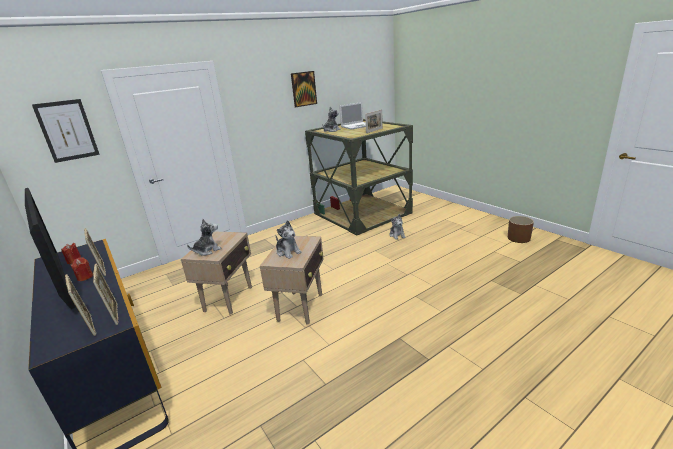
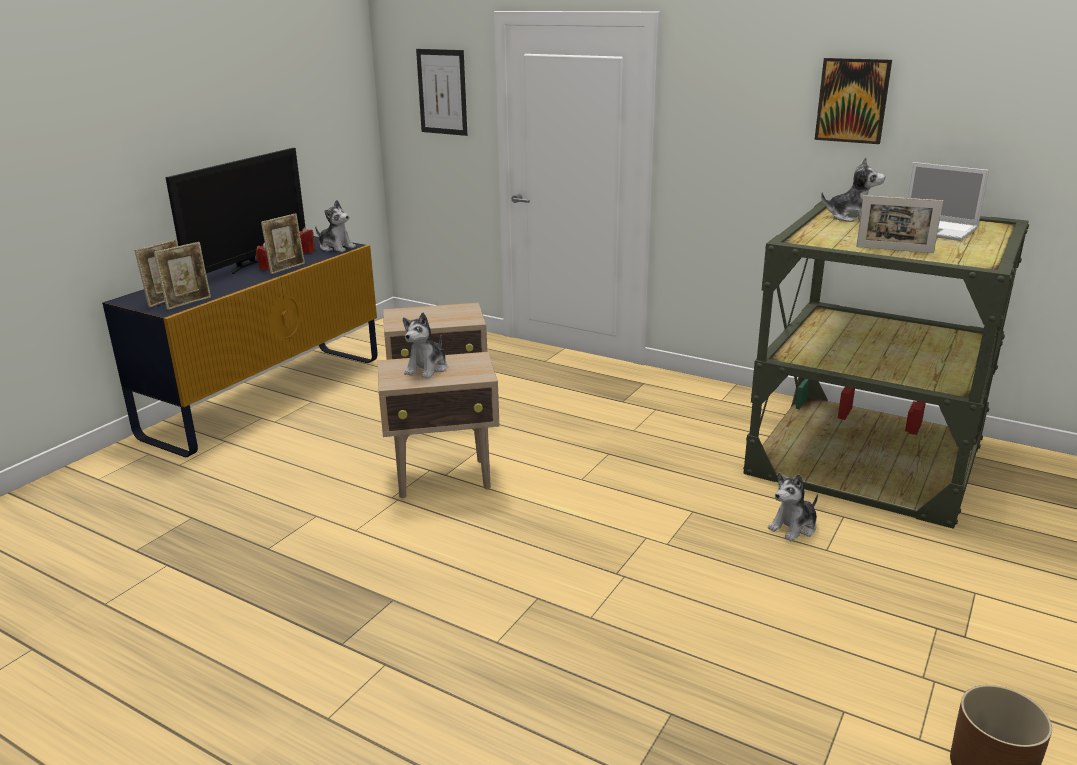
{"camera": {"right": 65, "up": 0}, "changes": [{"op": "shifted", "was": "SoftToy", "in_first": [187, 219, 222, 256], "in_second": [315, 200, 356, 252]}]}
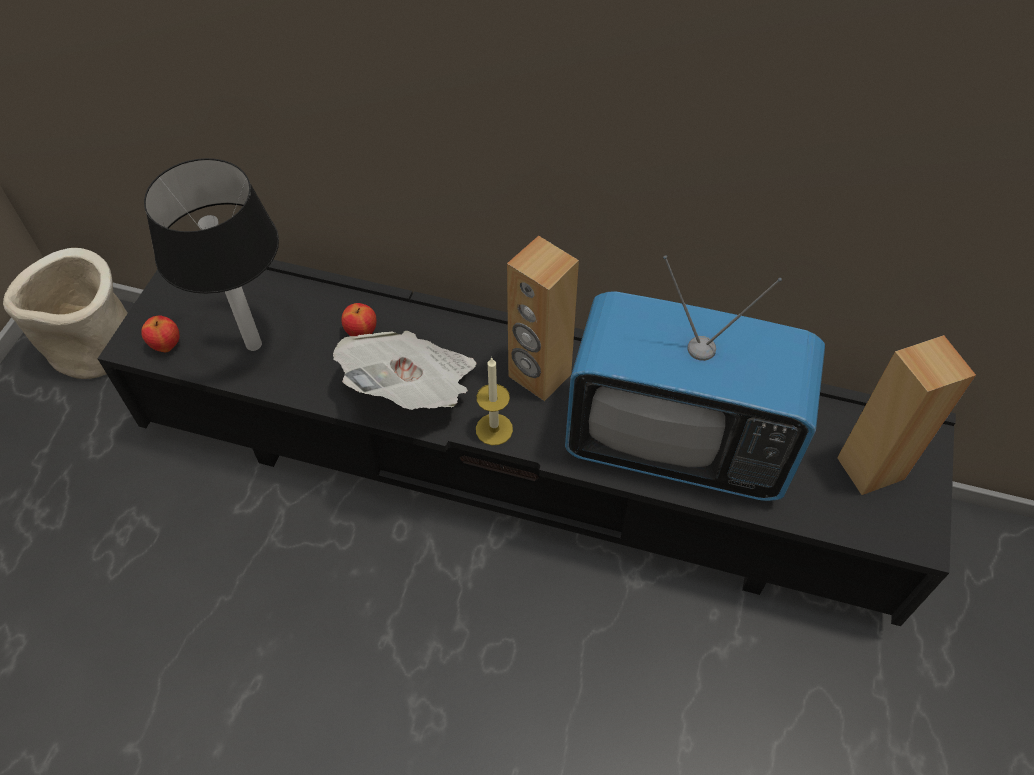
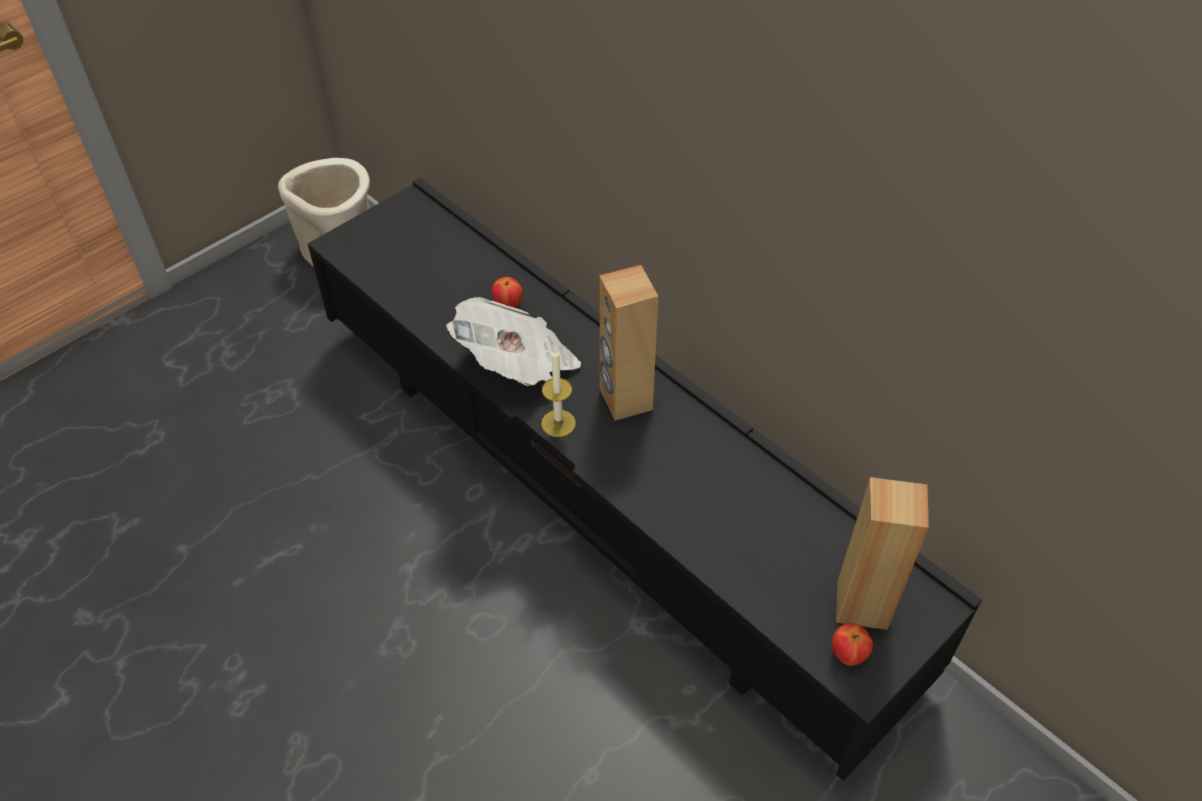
{"camera": {"right": 30, "up": -5}, "changes": [{"op": "shifted", "was": "AppleFruit", "in_first": [141, 315, 179, 352], "in_second": [832, 623, 873, 666]}, {"op": "gone", "was": "LampForATable", "in_first": [144, 158, 279, 351]}, {"op": "gone", "was": "Tv", "in_first": [565, 255, 825, 501]}]}
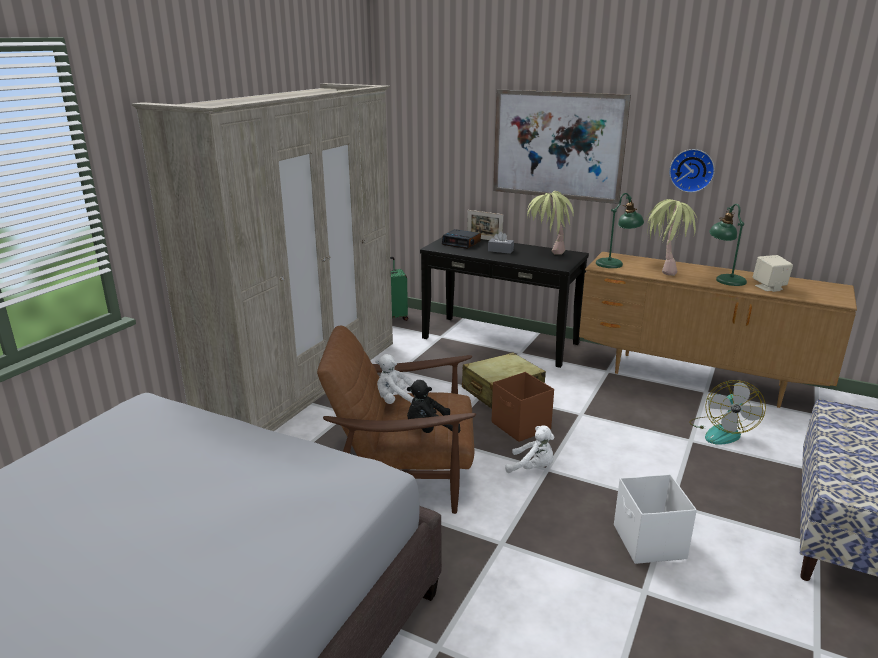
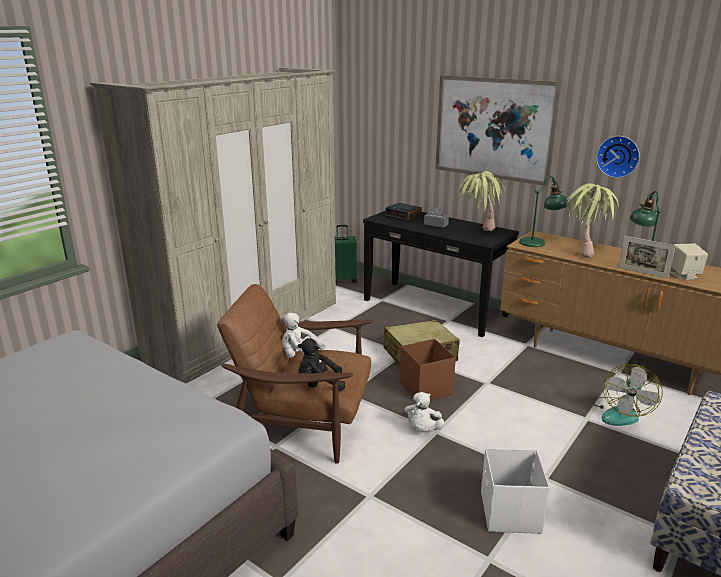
{"camera": {"right": 10, "up": 0}, "changes": [{"op": "shifted", "was": "PhotoFrame", "in_first": [467, 210, 503, 240], "in_second": [618, 236, 676, 279]}, {"op": "rotated", "was": "WhiteSoftToy", "in_first": [505, 426, 554, 473], "in_second": [405, 392, 445, 431], "clockwise": 75}]}
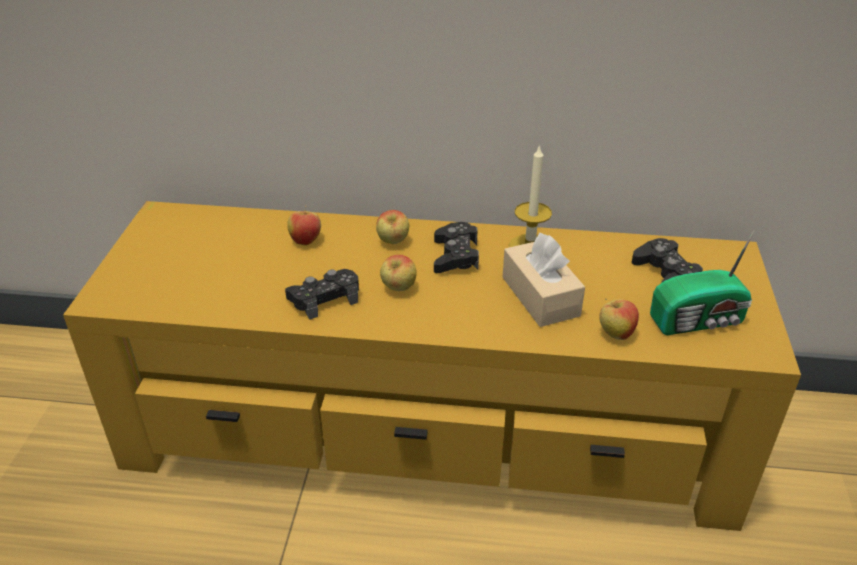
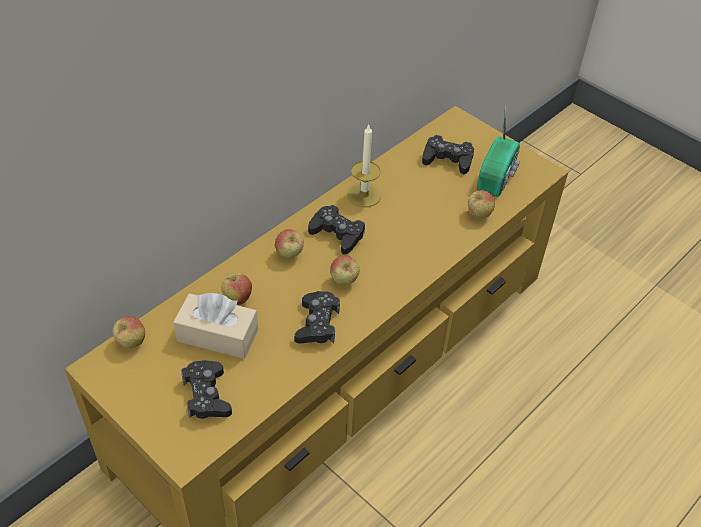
{"camera": {"right": -55, "up": 10}, "changes": [{"op": "shifted", "was": "BeigeTissueHolder", "in_first": [503, 233, 585, 327], "in_second": [173, 293, 258, 359]}, {"op": "new", "now": "AppleFruit", "in_second": [113, 316, 145, 348]}, {"op": "new", "now": "BlackColouredGamepad", "in_second": [181, 360, 232, 419]}]}
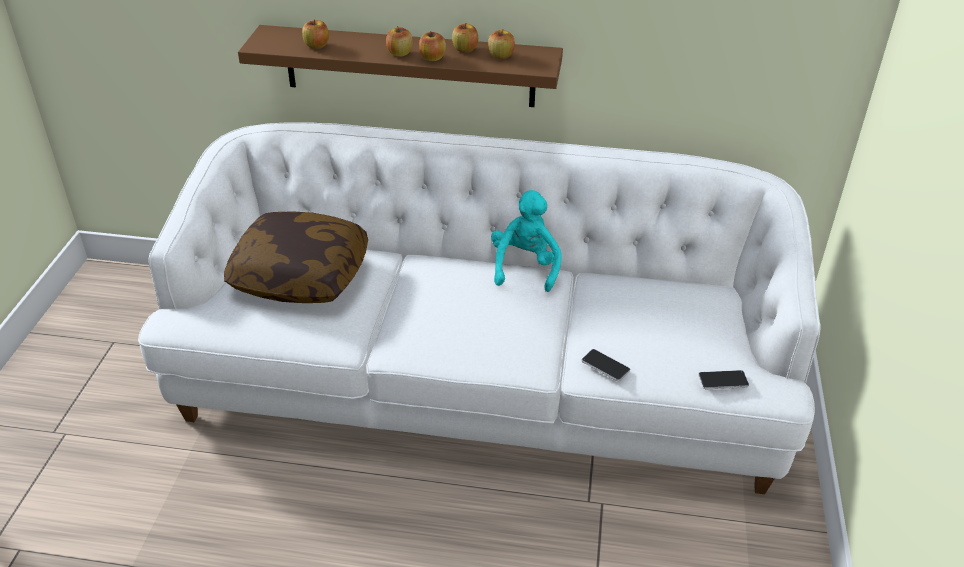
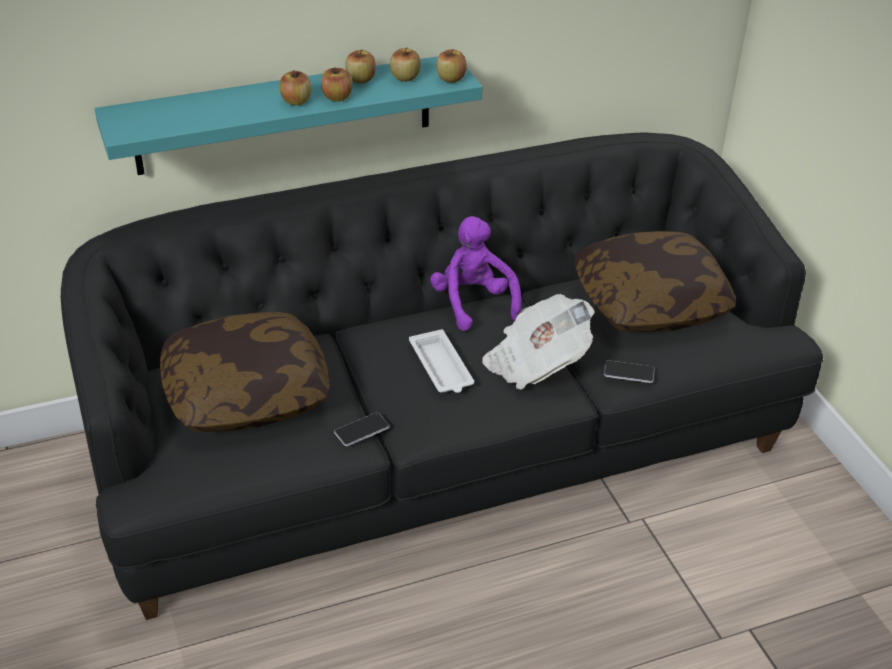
{"camera": {"right": -30, "up": 0}, "changes": [{"op": "repainted", "was": "WhiteCouch", "now": "BlackColouredCouch", "in_first": [138, 122, 820, 494], "in_second": [61, 132, 823, 620]}, {"op": "repainted", "was": "BrownishShelf", "now": "TurquoiseColouredShelf", "in_first": [238, 25, 563, 107], "in_second": [95, 56, 482, 175]}, {"op": "shifted", "was": "AppleFruit", "in_first": [302, 19, 329, 49], "in_second": [436, 49, 467, 83]}, {"op": "repainted", "was": "TurquoiseColouredSoftToy", "now": "PurpleSoftToy", "in_first": [491, 190, 562, 292], "in_second": [430, 216, 521, 331]}, {"op": "shifted", "was": "Handset", "in_first": [698, 370, 749, 389], "in_second": [334, 413, 390, 446]}, {"op": "new", "now": "WhiteTray", "in_second": [409, 329, 474, 393]}, {"op": "new", "now": "Newspaper", "in_second": [483, 294, 595, 390]}, {"op": "new", "now": "ThrowPillow", "in_second": [575, 231, 736, 332]}]}
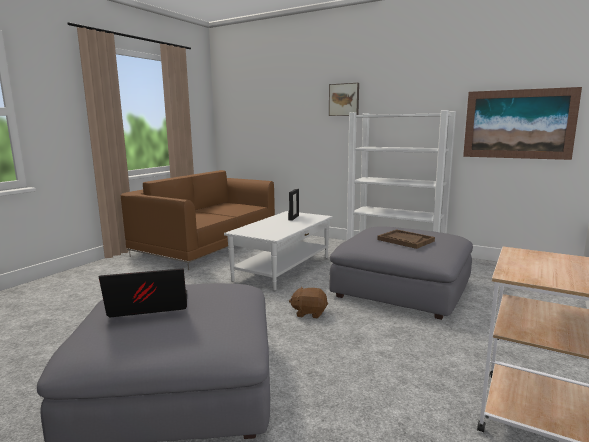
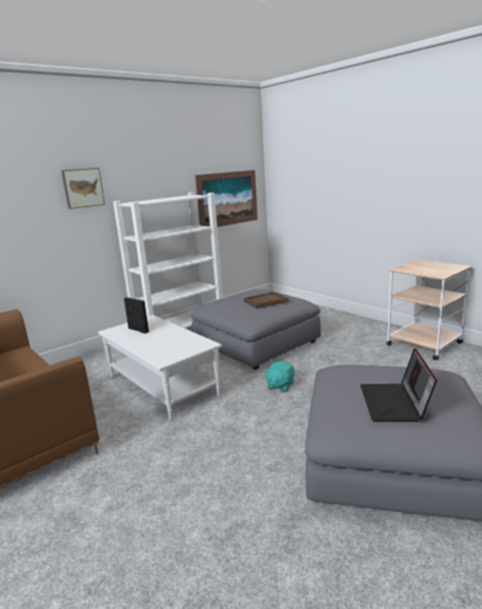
{"camera": {"right": -70, "up": 5}, "changes": [{"op": "repainted", "was": "BrownishSoftToy", "now": "TurquoiseColouredSoftToy", "in_first": [289, 286, 328, 318], "in_second": [263, 361, 295, 392]}]}
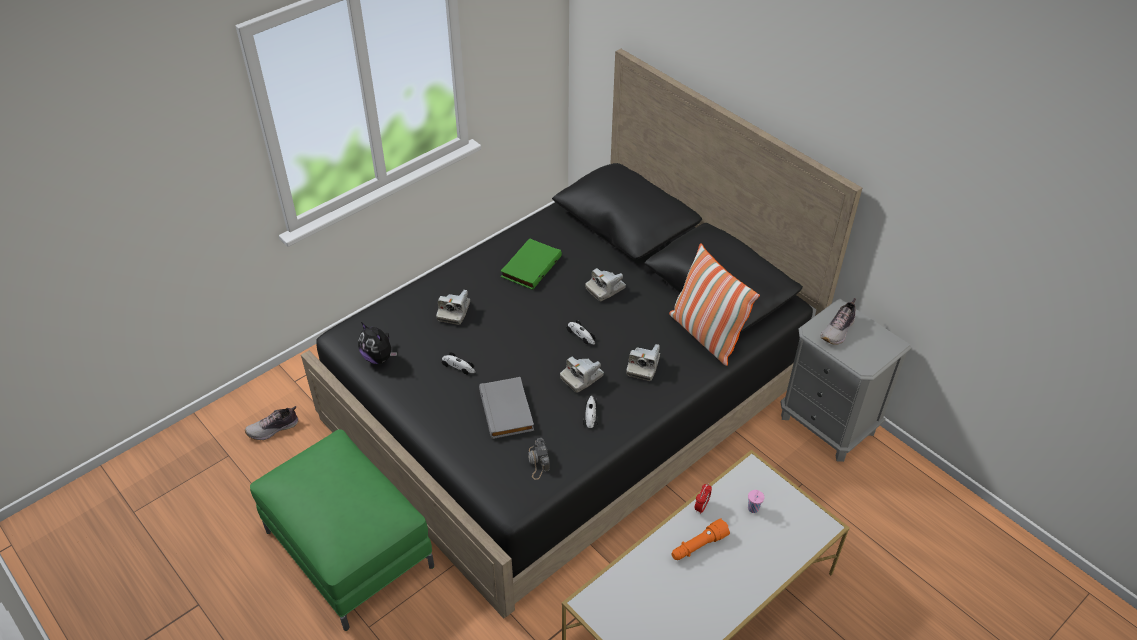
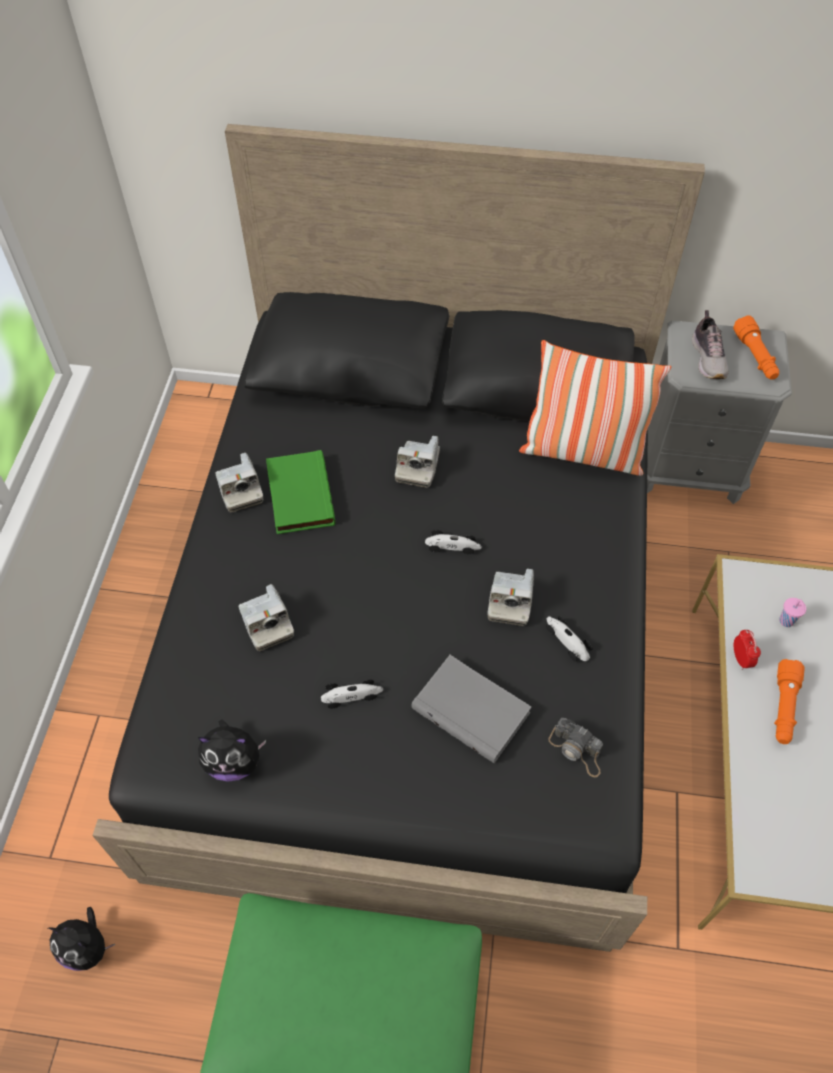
{"camera": {"right": -40, "up": 10}, "changes": [{"op": "swapped", "was": "LowShoe", "now": "SoftToy", "in_first": [245, 406, 298, 440], "in_second": [48, 907, 116, 971]}, {"op": "shifted", "was": "PhotoCamera", "in_first": [626, 344, 660, 381], "in_second": [216, 453, 263, 513]}, {"op": "new", "now": "OrangeFlashlight", "in_second": [733, 315, 779, 380]}]}
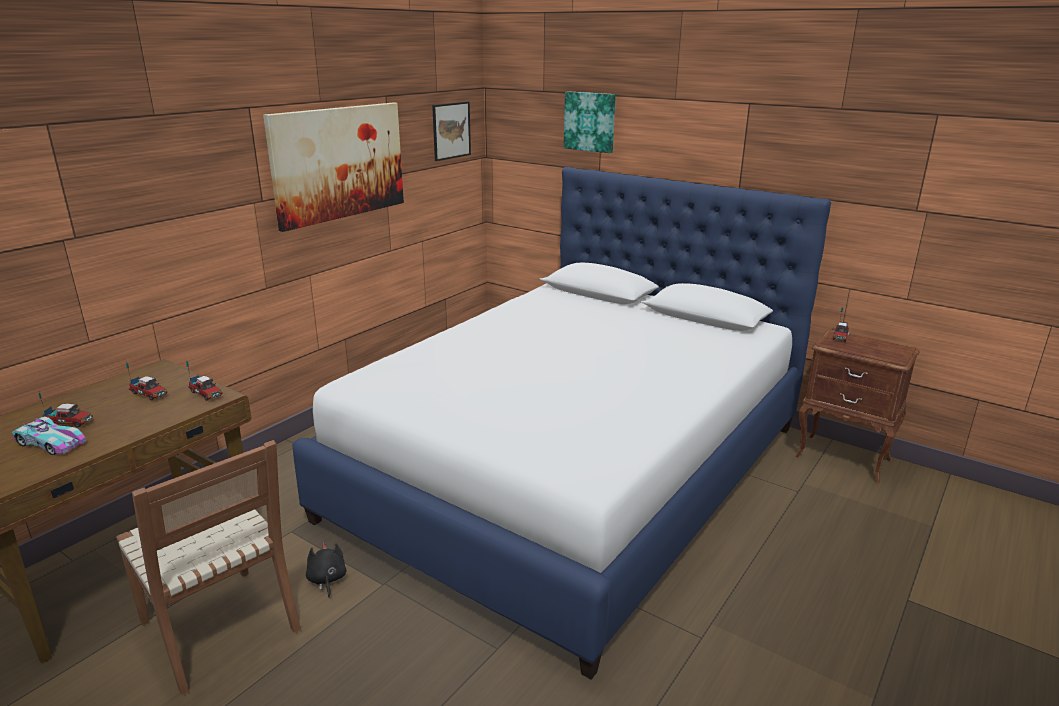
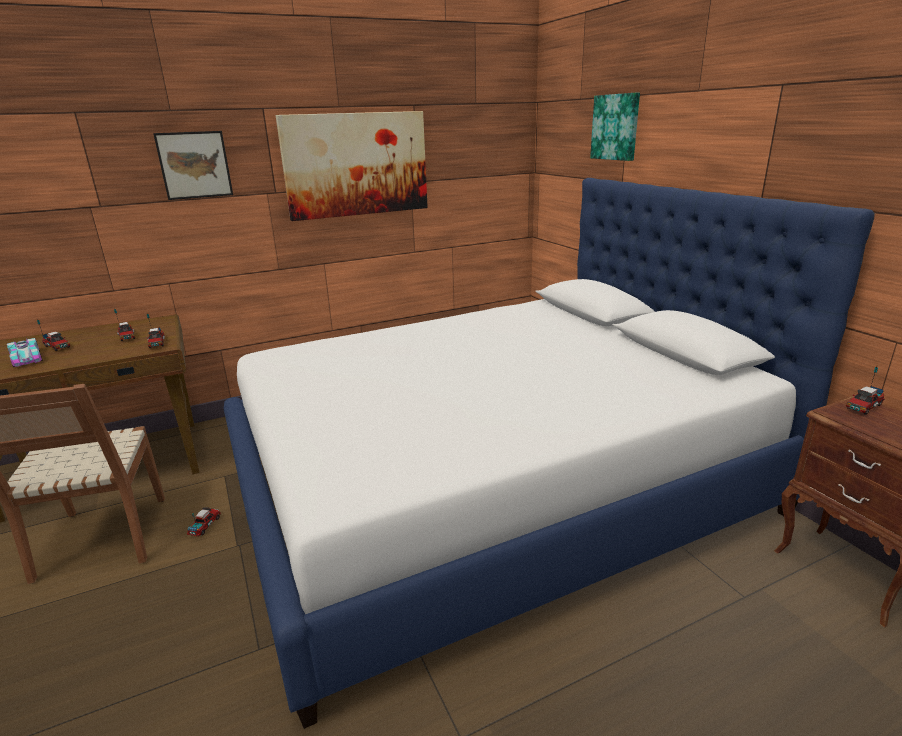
{"camera": {"right": 30, "up": 0}, "changes": [{"op": "swapped", "was": "BlackColouredSoftToy", "now": "ModelTruck", "in_first": [306, 542, 347, 598], "in_second": [187, 507, 221, 537]}, {"op": "shifted", "was": "WallPicture", "in_first": [432, 102, 471, 161], "in_second": [153, 131, 233, 200]}]}
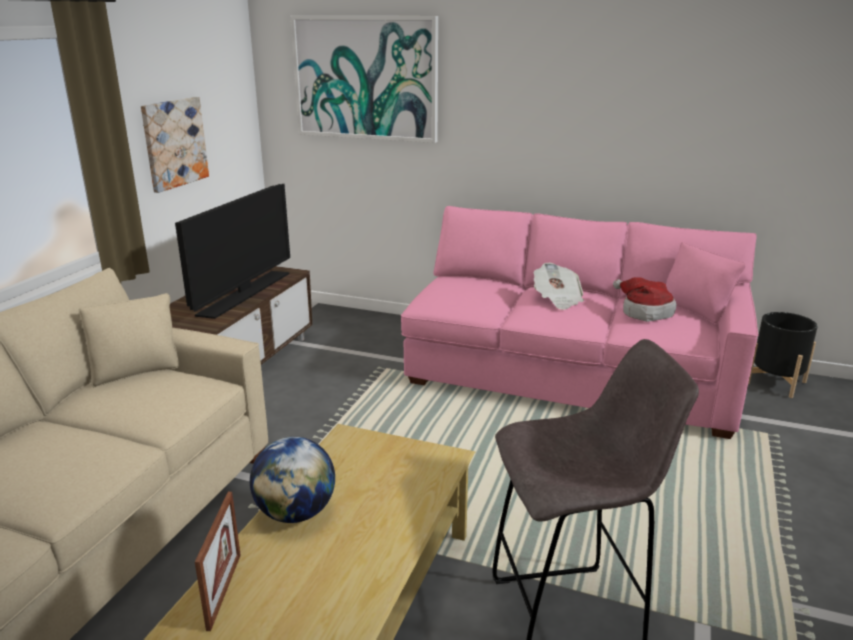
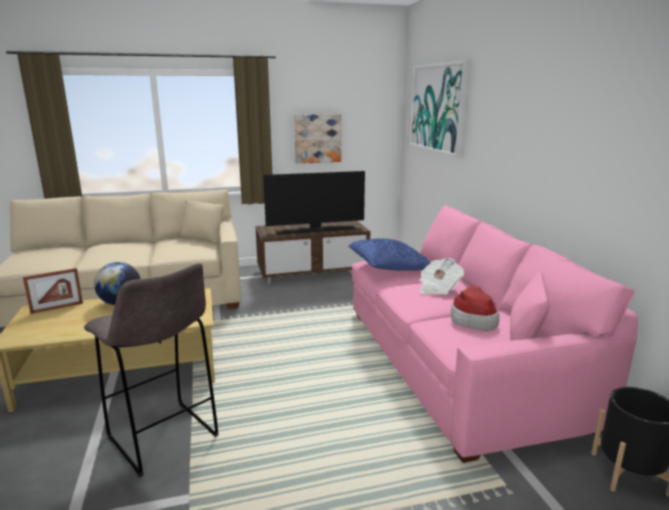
{"camera": {"right": 55, "up": -5}, "changes": [{"op": "new", "now": "BluishThrowPillow", "in_second": [348, 238, 430, 271]}]}
